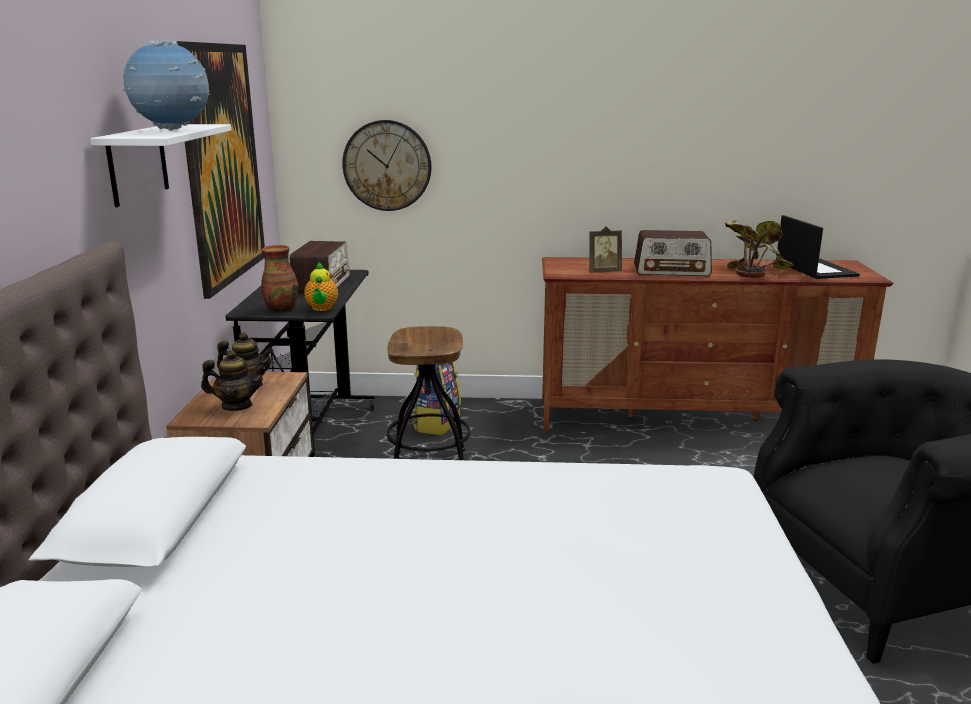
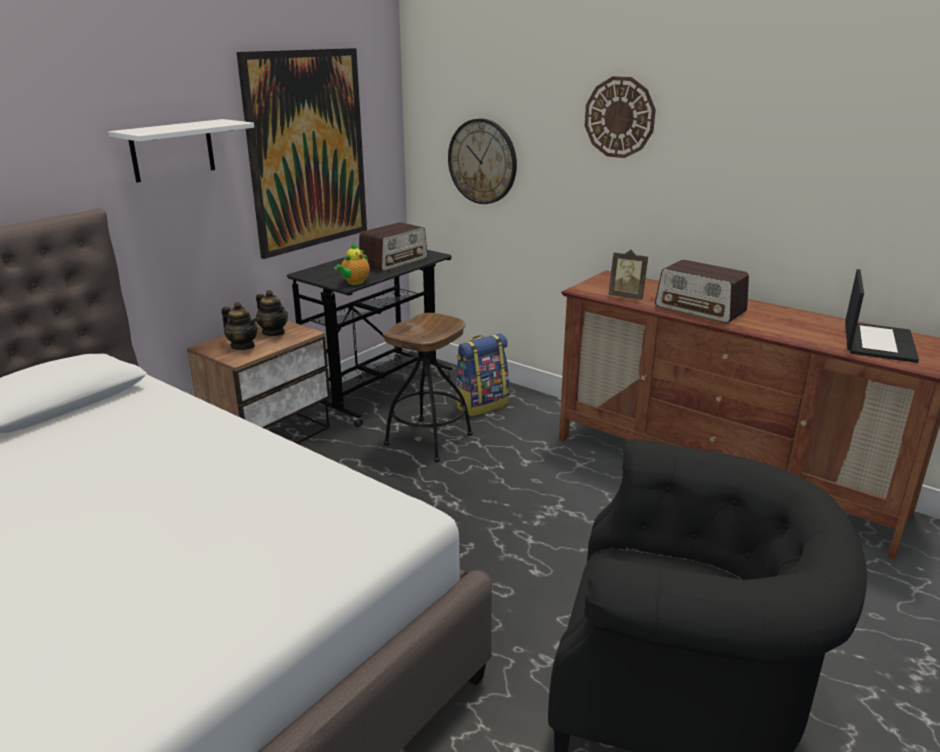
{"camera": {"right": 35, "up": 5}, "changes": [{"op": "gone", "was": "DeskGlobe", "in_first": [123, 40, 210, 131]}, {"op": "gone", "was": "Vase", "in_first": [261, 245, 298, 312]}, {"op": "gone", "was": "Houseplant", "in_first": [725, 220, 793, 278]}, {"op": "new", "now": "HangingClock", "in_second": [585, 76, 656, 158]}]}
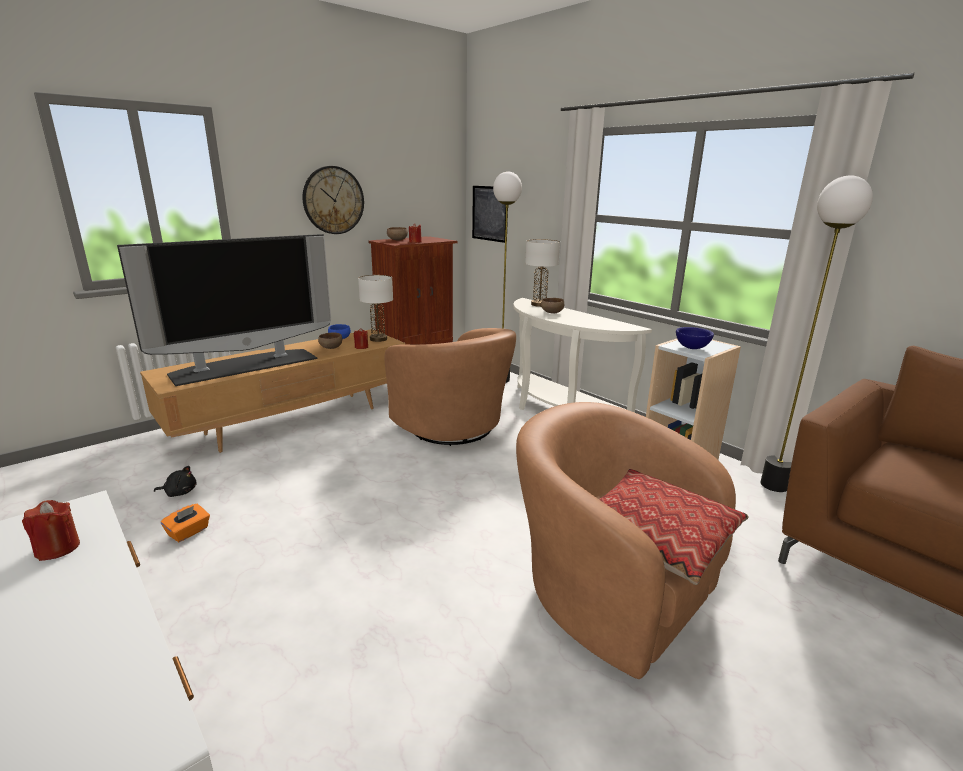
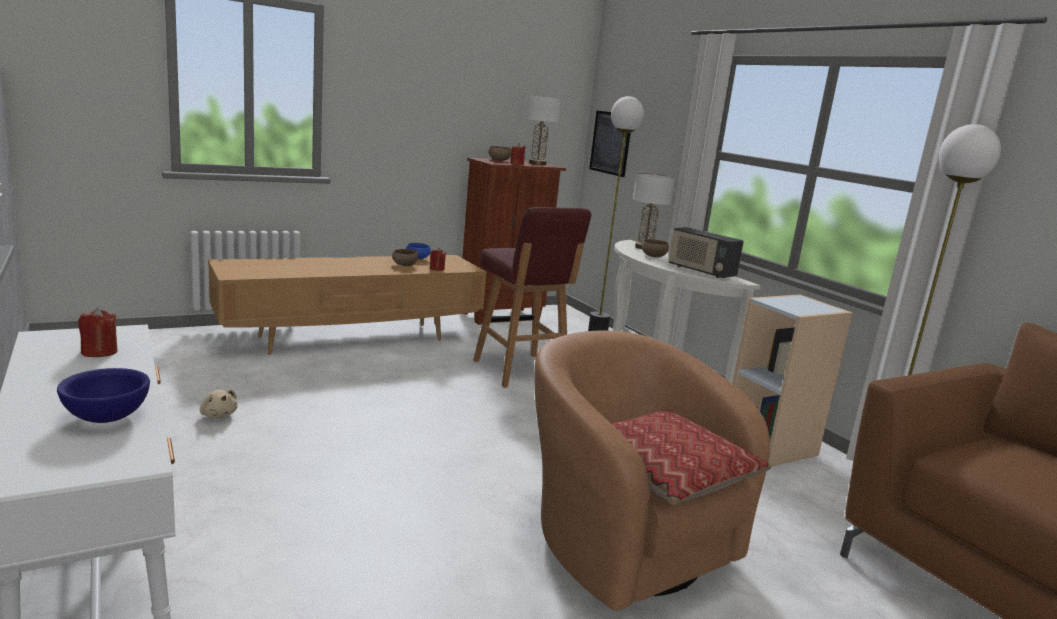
{"camera": {"right": 10, "up": -5}, "changes": [{"op": "gone", "was": "Tv", "in_first": [117, 234, 331, 386]}, {"op": "gone", "was": "BlackColouredSoftToy", "in_first": [154, 466, 197, 497]}, {"op": "swapped", "was": "OrangeTissueHolder", "now": "BeigeSoftToy", "in_first": [161, 503, 210, 542], "in_second": [200, 390, 238, 418]}, {"op": "gone", "was": "HangingClock", "in_first": [303, 166, 364, 234]}, {"op": "shifted", "was": "LampForATable", "in_first": [358, 275, 393, 342], "in_second": [525, 95, 562, 165]}, {"op": "swapped", "was": "BrownishLoungeChair", "now": "RedColouredStool", "in_first": [385, 328, 516, 446], "in_second": [473, 207, 592, 388]}, {"op": "shifted", "was": "BluishServingBowl", "in_first": [676, 327, 714, 349], "in_second": [57, 368, 150, 423]}, {"op": "new", "now": "RadioReceiver", "in_second": [668, 227, 744, 278]}]}
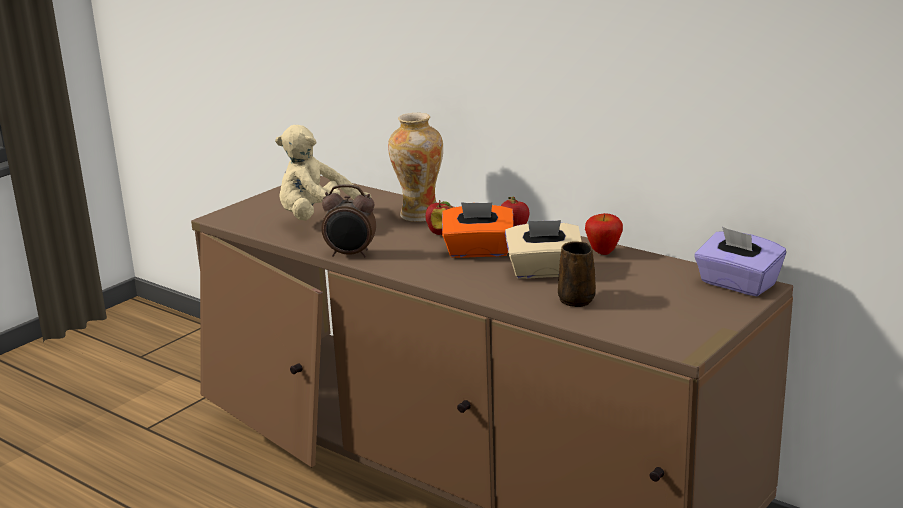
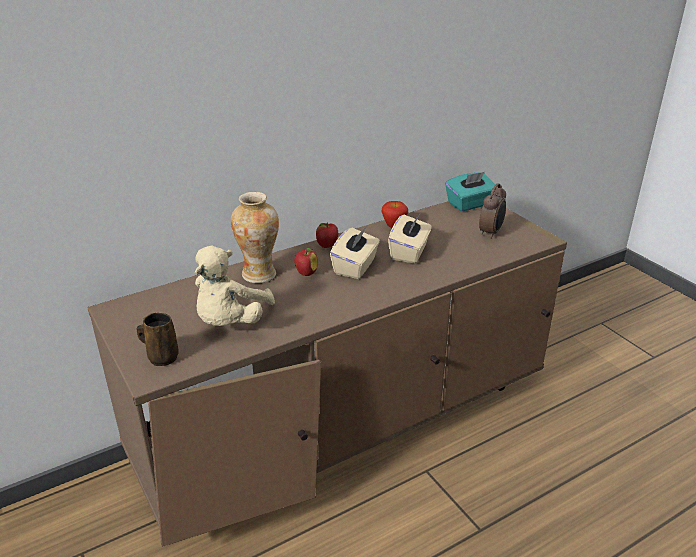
{"camera": {"right": -70, "up": 10}, "changes": [{"op": "shifted", "was": "TableClock", "in_first": [321, 184, 376, 258], "in_second": [479, 183, 506, 239]}, {"op": "repainted", "was": "OrangeTissueHolder", "now": "BeigeTissueHolder", "in_first": [442, 202, 514, 258], "in_second": [330, 227, 380, 279]}, {"op": "shifted", "was": "BrownishMug", "in_first": [558, 241, 596, 307], "in_second": [137, 313, 179, 366]}, {"op": "repainted", "was": "PurpleTissueHolder", "now": "TurquoiseColouredTissueHolder", "in_first": [694, 227, 786, 297], "in_second": [445, 172, 498, 211]}]}
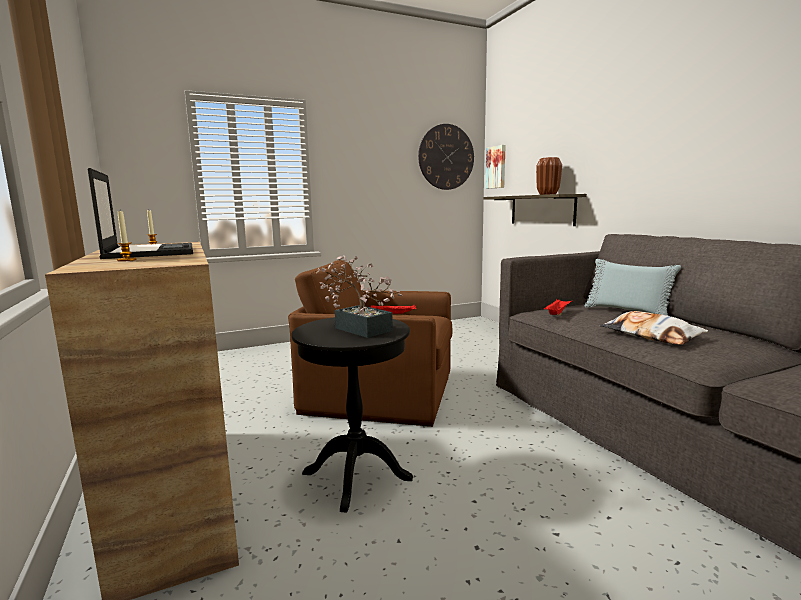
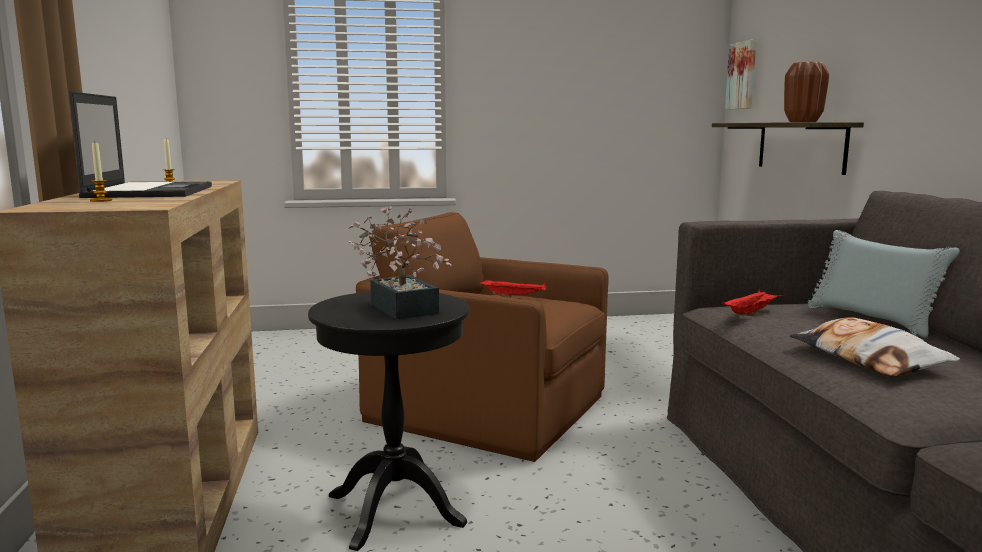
{"camera": {"right": 15, "up": 0}, "changes": [{"op": "gone", "was": "HangingClock", "in_first": [418, 124, 474, 190]}]}
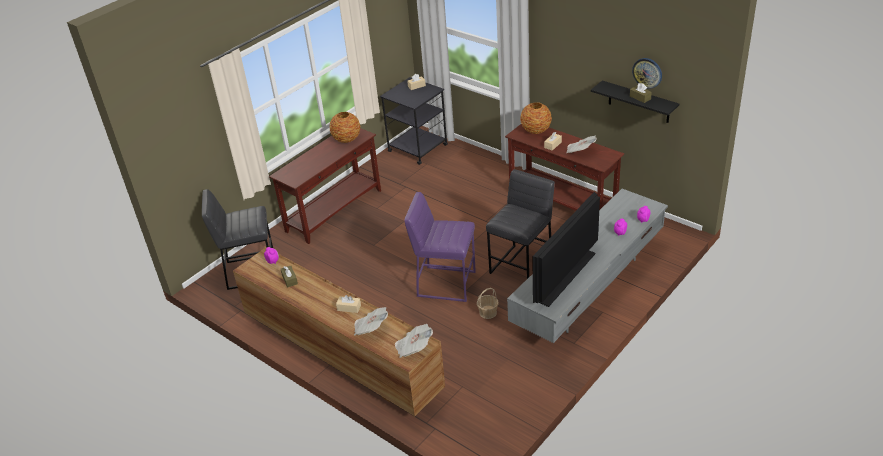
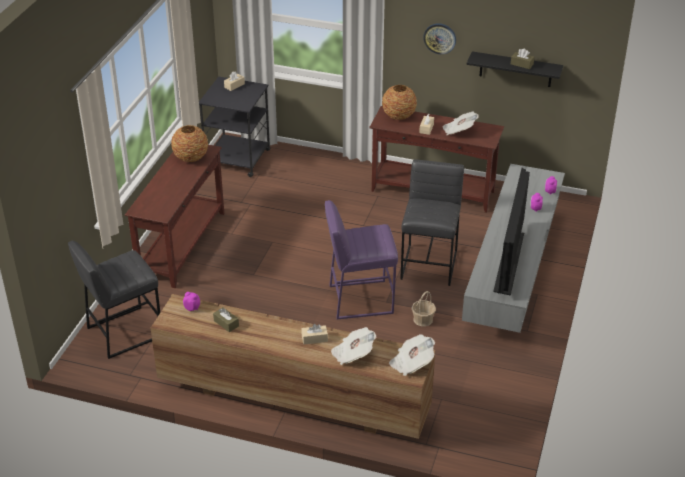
{"camera": {"right": -25, "up": 0}, "changes": [{"op": "shifted", "was": "HangingClock", "in_first": [632, 58, 662, 89], "in_second": [423, 23, 456, 54]}]}
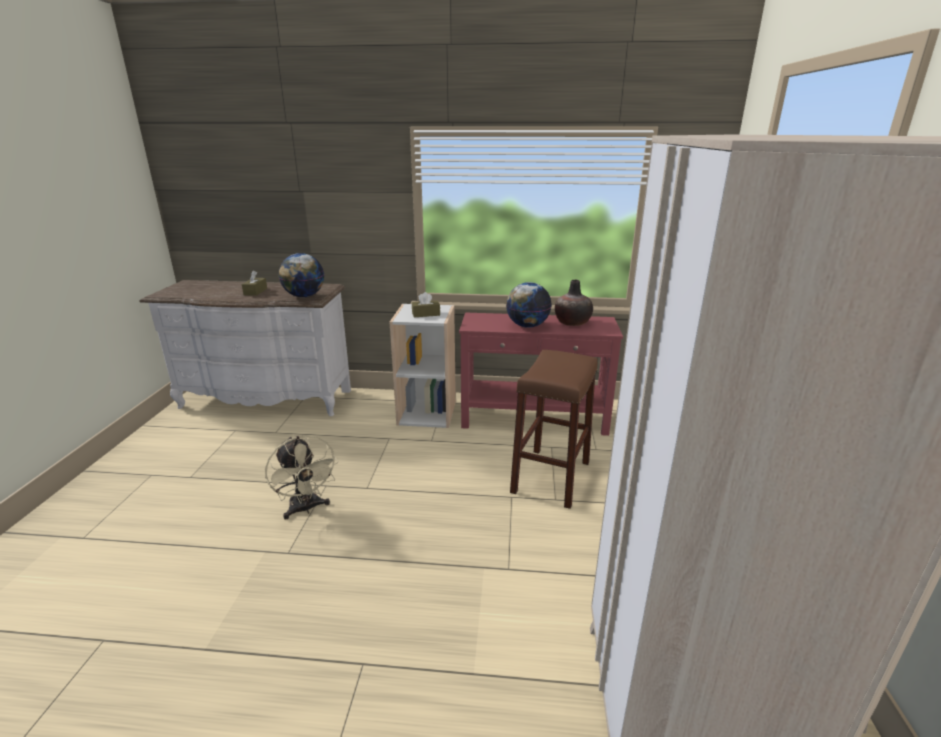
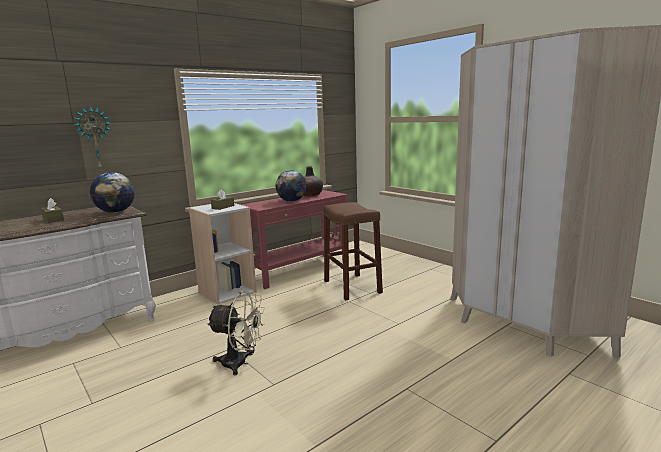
{"camera": {"right": -45, "up": -10}, "changes": [{"op": "new", "now": "HangingClock", "in_second": [74, 106, 112, 170]}]}
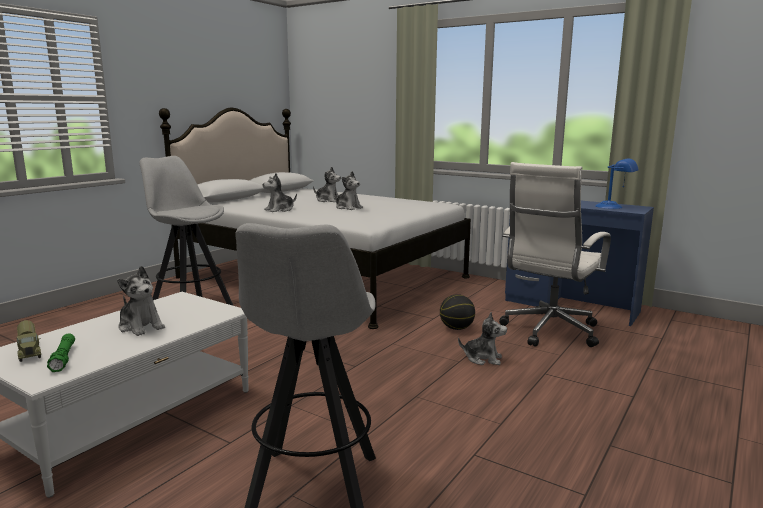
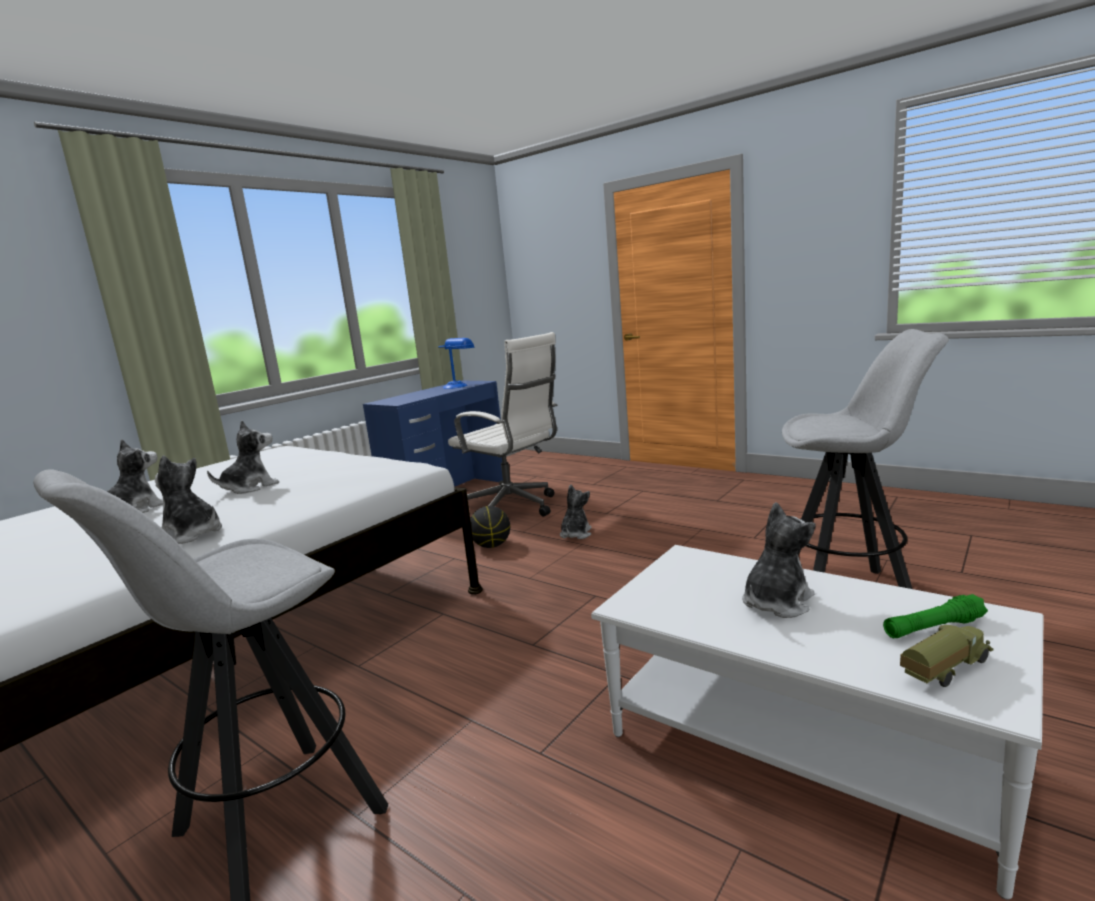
{"camera": {"right": -85, "up": 0}, "changes": [{"op": "rotated", "was": "SoftToy", "in_first": [263, 173, 297, 212], "in_second": [155, 456, 222, 544], "clockwise": 150}]}
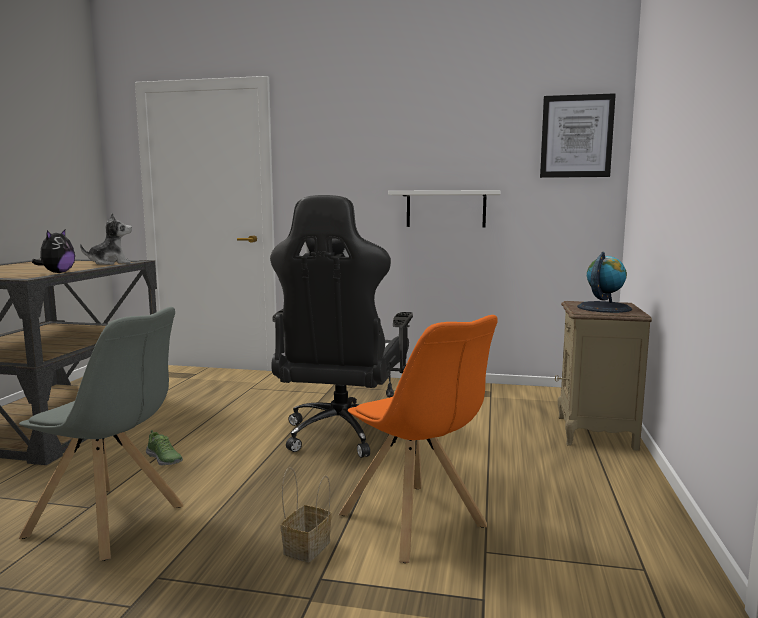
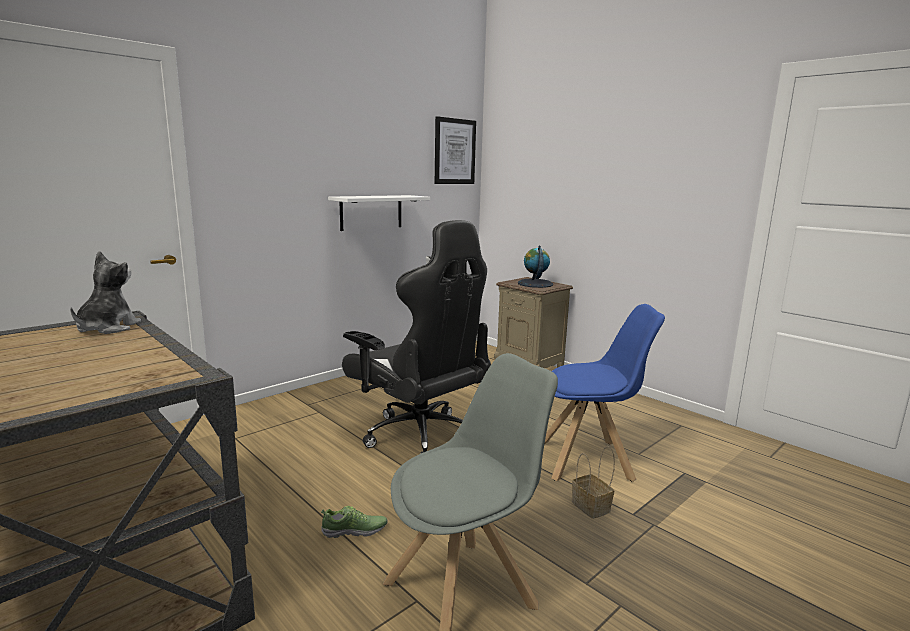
{"camera": {"right": -55, "up": 5}, "changes": [{"op": "gone", "was": "SoftToy", "in_first": [32, 230, 75, 273]}, {"op": "repainted", "was": "OrangePlainChair", "now": "BluishPlainChair", "in_first": [339, 315, 498, 563], "in_second": [545, 304, 665, 482]}]}
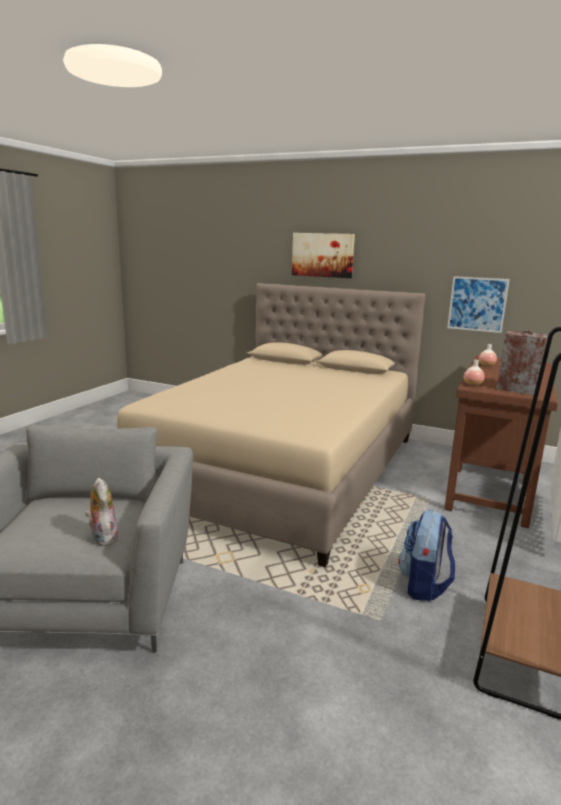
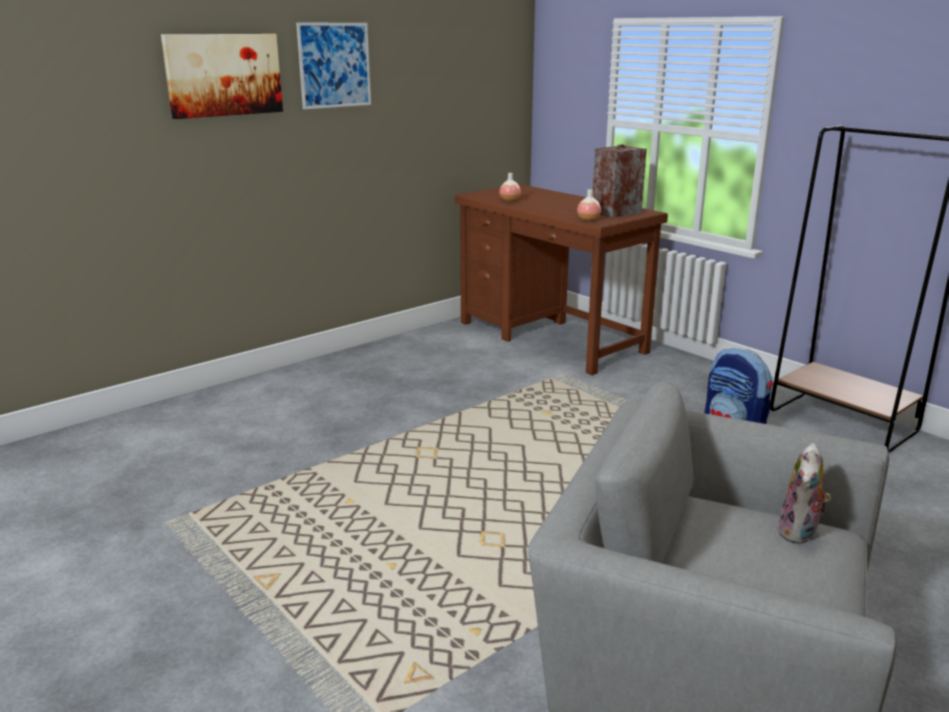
{"camera": {"right": -65, "up": 5}, "changes": [{"op": "rotated", "was": "SoftToy", "in_first": [85, 477, 118, 546], "in_second": [777, 443, 831, 544], "clockwise": -60}, {"op": "gone", "was": "BeigeBed", "in_first": [117, 283, 425, 567]}, {"op": "shifted", "was": "WallPicture", "in_first": [447, 276, 510, 333], "in_second": [296, 22, 371, 109]}]}
